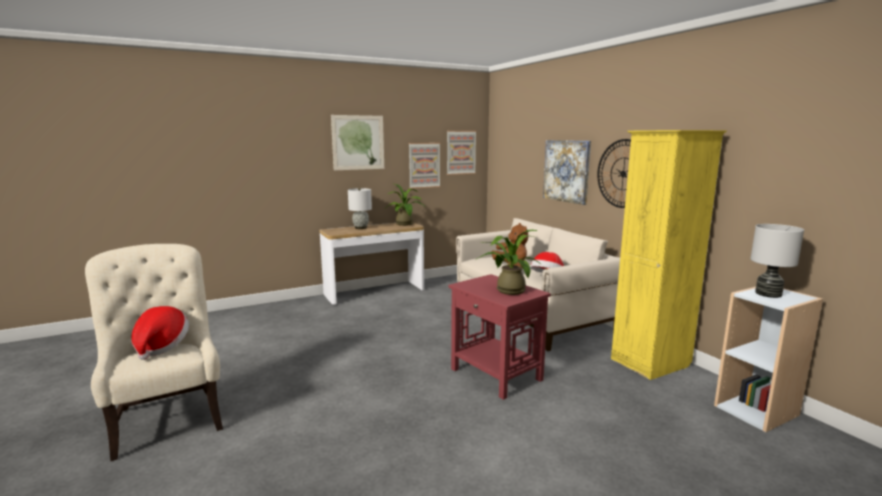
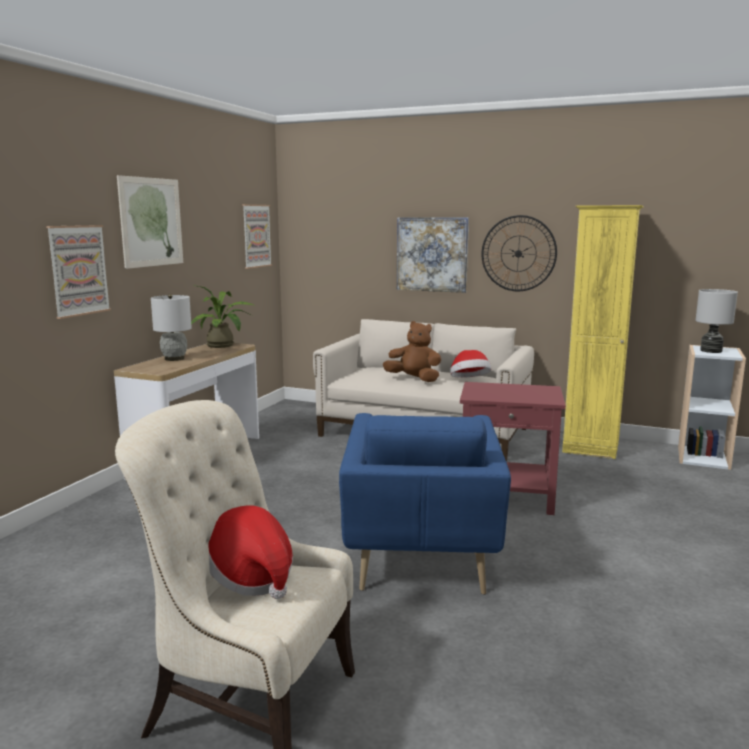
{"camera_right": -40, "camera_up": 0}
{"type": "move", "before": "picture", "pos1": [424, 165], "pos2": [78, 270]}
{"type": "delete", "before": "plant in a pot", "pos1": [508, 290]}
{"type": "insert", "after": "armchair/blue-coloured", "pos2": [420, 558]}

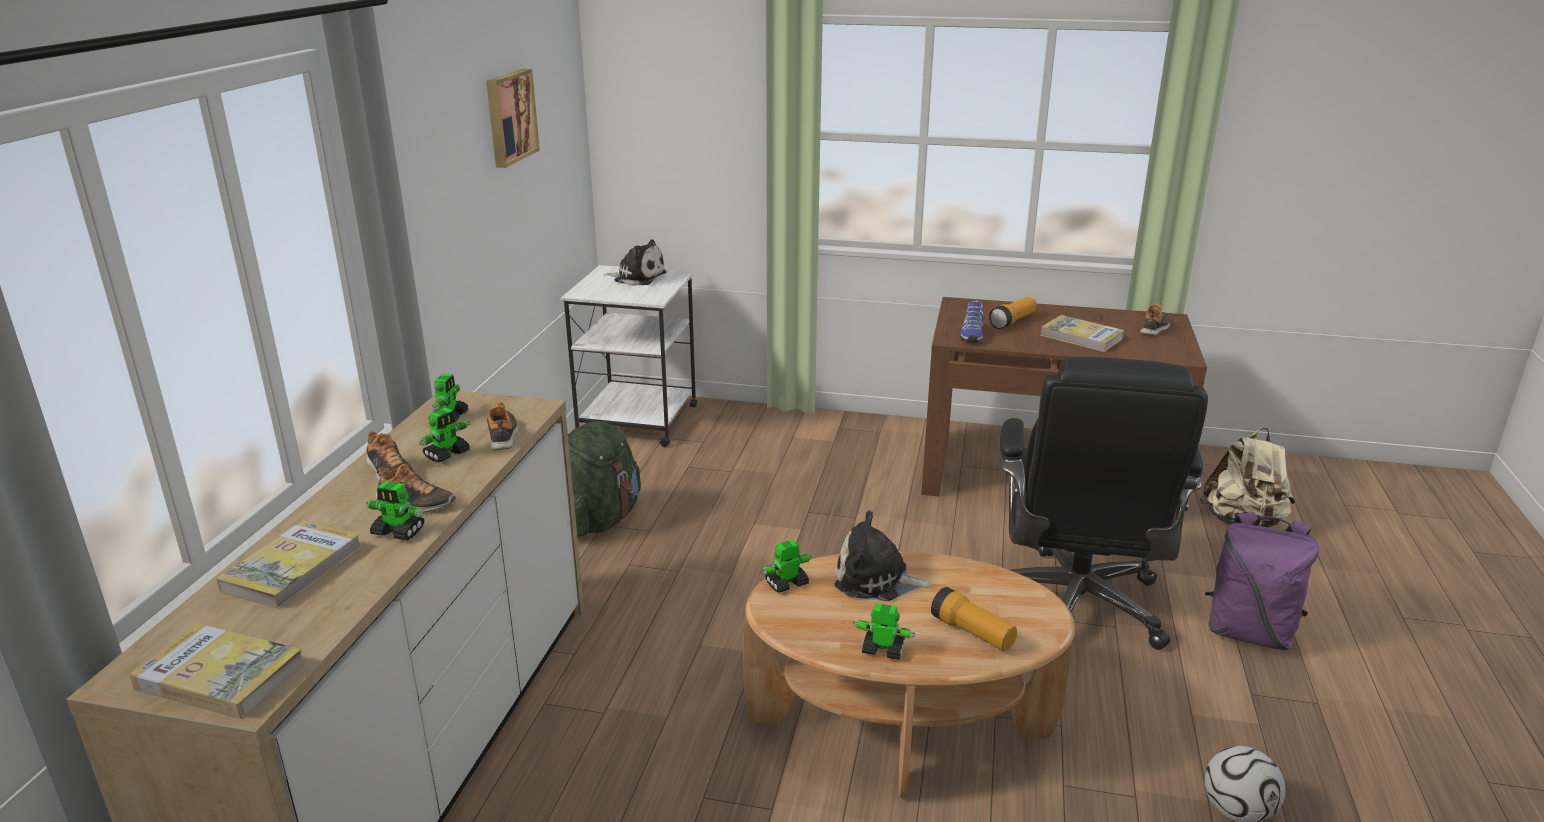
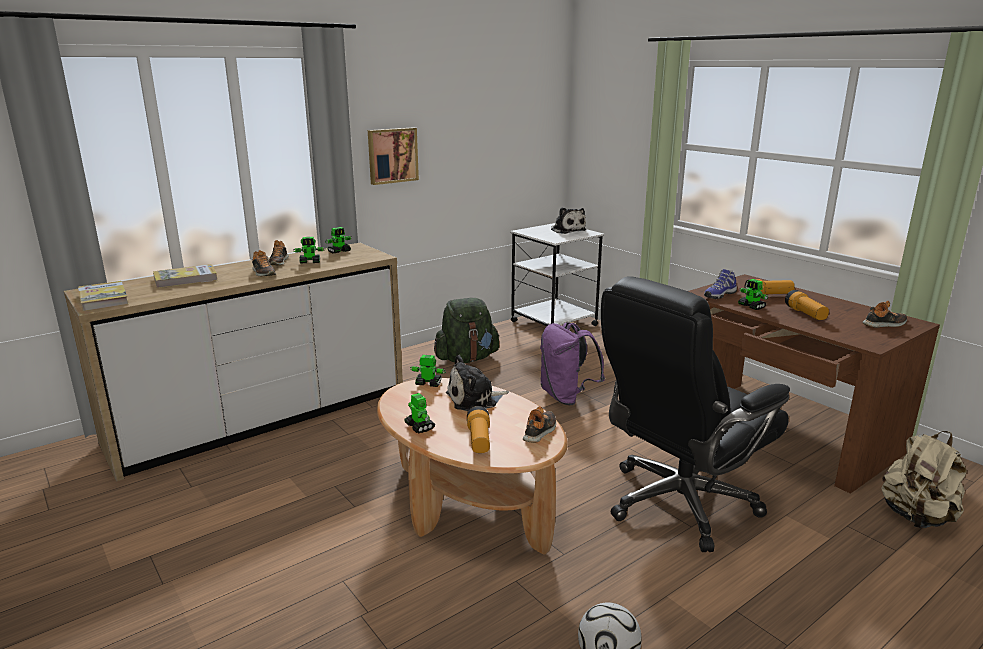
{"camera_right": 40, "camera_up": -5}
{"type": "move", "before": "model robot", "pos1": [399, 532], "pos2": [751, 306]}
{"type": "move", "before": "picture", "pos1": [509, 117], "pos2": [392, 155]}
{"type": "move", "before": "low shoe", "pos1": [503, 435], "pos2": [540, 431]}
{"type": "rotate", "before": "soft toy", "pos1": [876, 580], "pos2": [474, 399], "turn": -75}
{"type": "replace", "before": "volume", "after": "torch", "pos1": [1081, 337], "pos2": [805, 314]}
{"type": "move", "before": "knapsack/purplish", "pos1": [1248, 632], "pos2": [566, 397]}

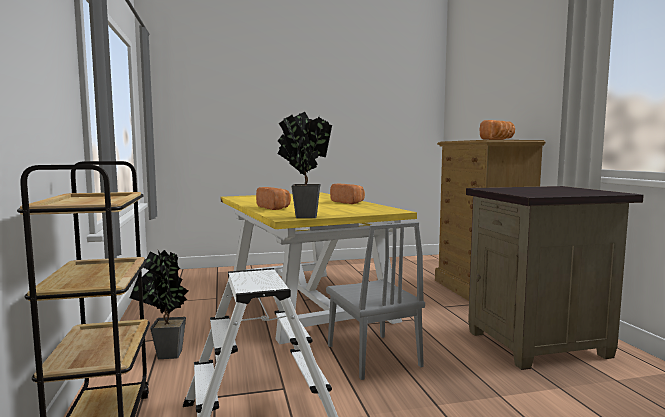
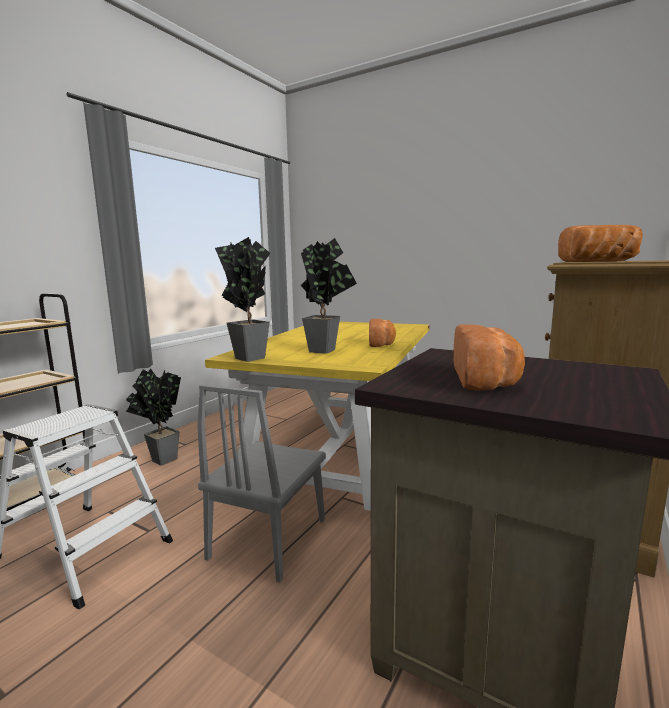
{"camera_right": 45, "camera_up": 5}
{"type": "move", "before": "baked bread", "pos1": [275, 208], "pos2": [486, 380]}
{"type": "insert", "after": "plant in a pot", "pos2": [326, 350]}

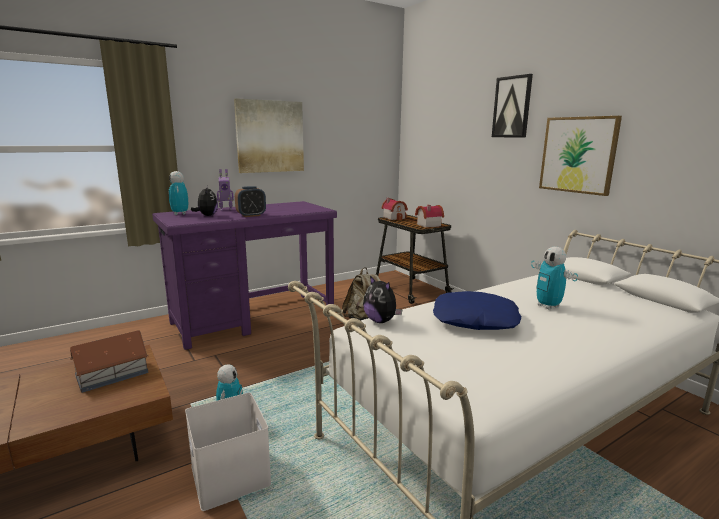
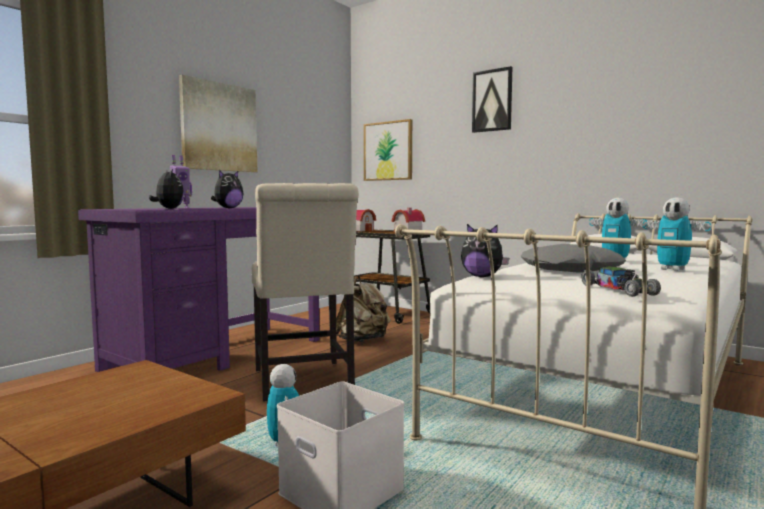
{"camera_right": -20, "camera_up": -10}
{"type": "delete", "before": "model house", "pos1": [111, 374]}
{"type": "move", "before": "model robot", "pos1": [180, 214], "pos2": [672, 269]}
{"type": "replace", "before": "table clock", "after": "soft toy", "pos1": [251, 215], "pos2": [228, 208]}
{"type": "recolor", "before": "throw pillow/blue-coloured", "after": "throw pillow/grey", "pos1": [474, 320], "pos2": [570, 270]}
{"type": "move", "before": "picture", "pos1": [578, 155], "pos2": [388, 151]}
{"type": "insert", "after": "chair/beige", "pos2": [302, 383]}
{"type": "insert", "after": "toy car", "pos2": [618, 290]}

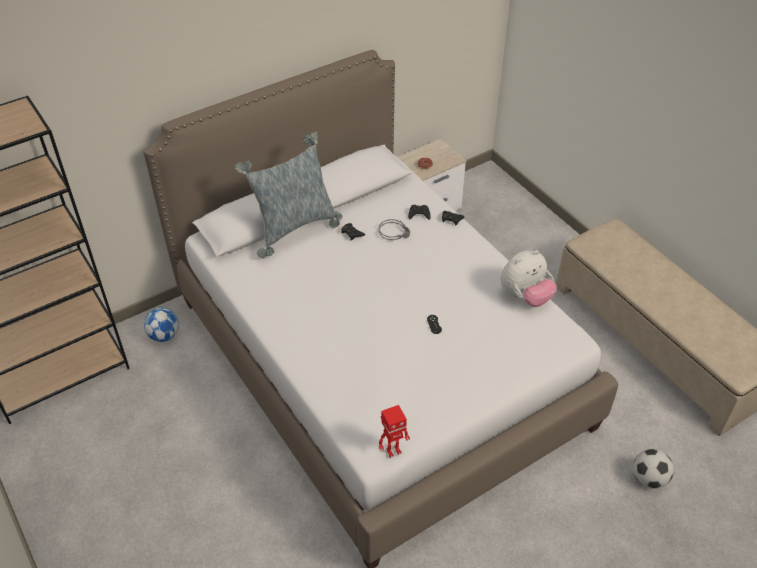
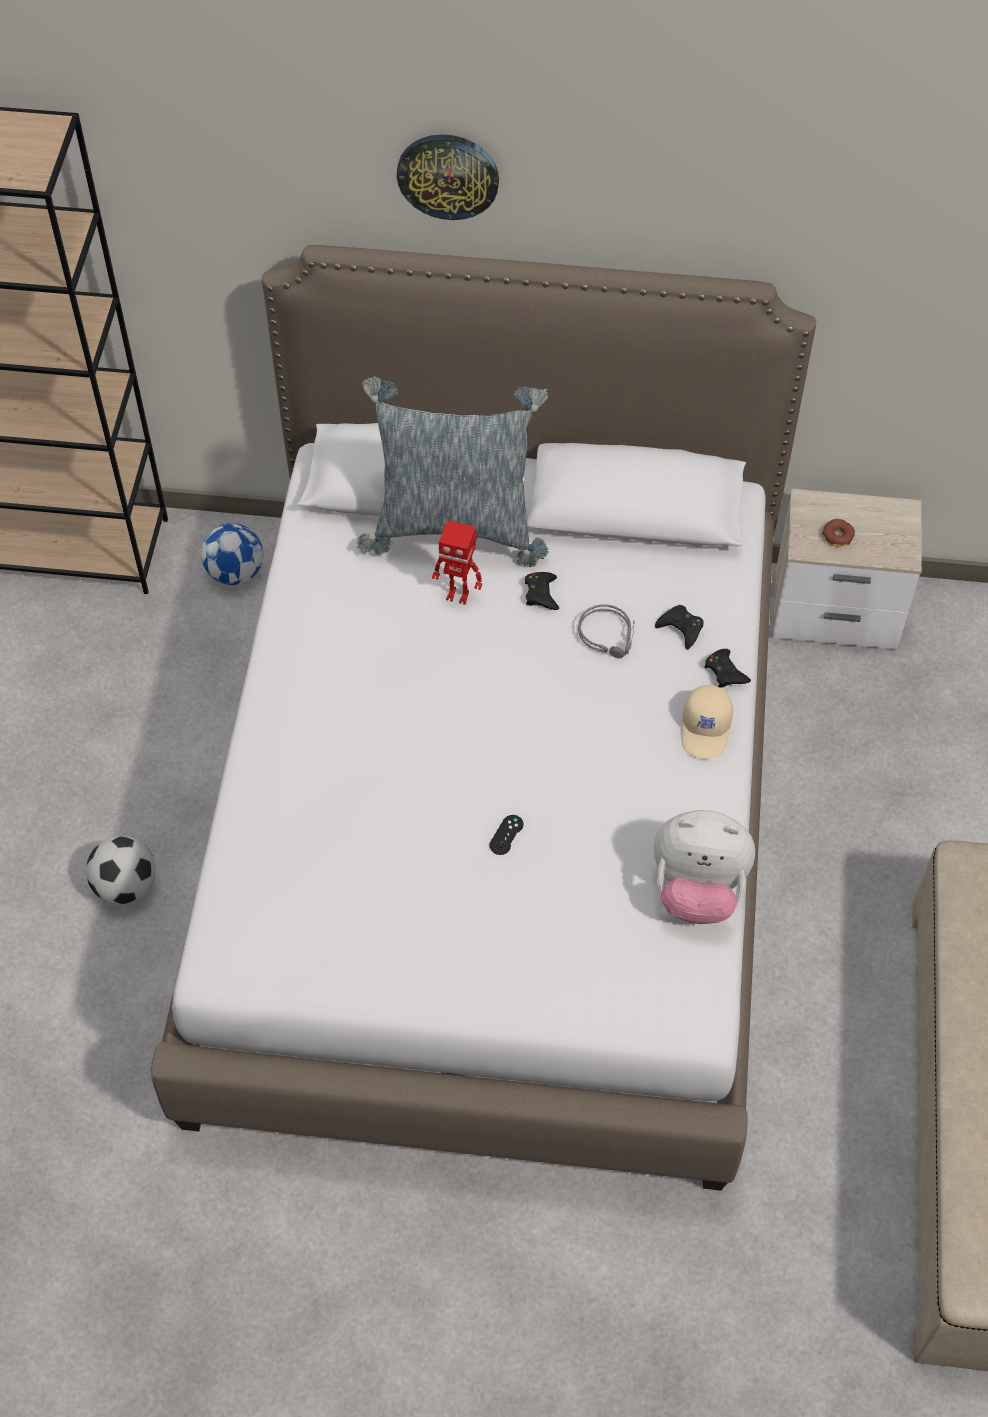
{"camera_right": 40, "camera_up": 10}
{"type": "move", "before": "model robot", "pos1": [393, 450], "pos2": [458, 595]}
{"type": "move", "before": "football ball", "pos1": [648, 478], "pos2": [126, 886]}
{"type": "insert", "after": "hanging clock", "pos2": [448, 175]}
{"type": "insert", "after": "peaked cap/beige", "pos2": [706, 729]}

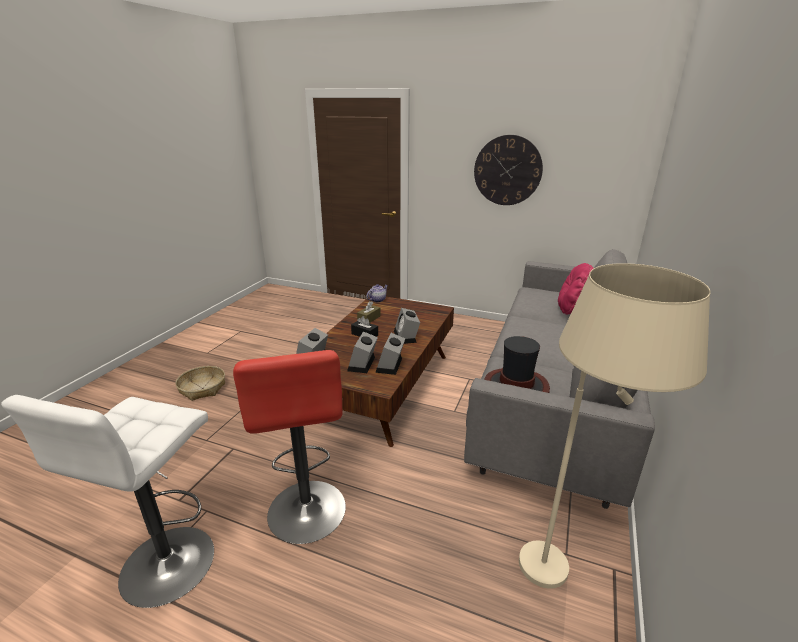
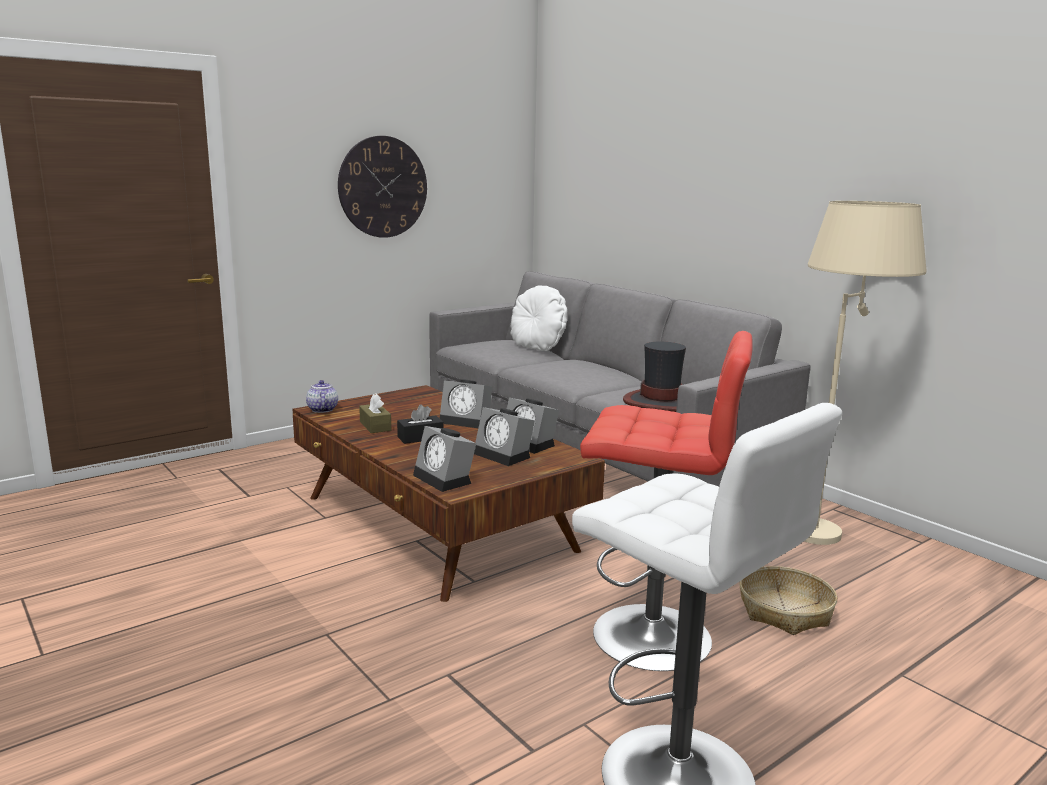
{"camera_right": -60, "camera_up": -10}
{"type": "move", "before": "basket", "pos1": [203, 388], "pos2": [785, 611]}
{"type": "recolor", "before": "throw pillow/pink", "after": "throw pillow/whitish", "pos1": [571, 310], "pos2": [538, 348]}

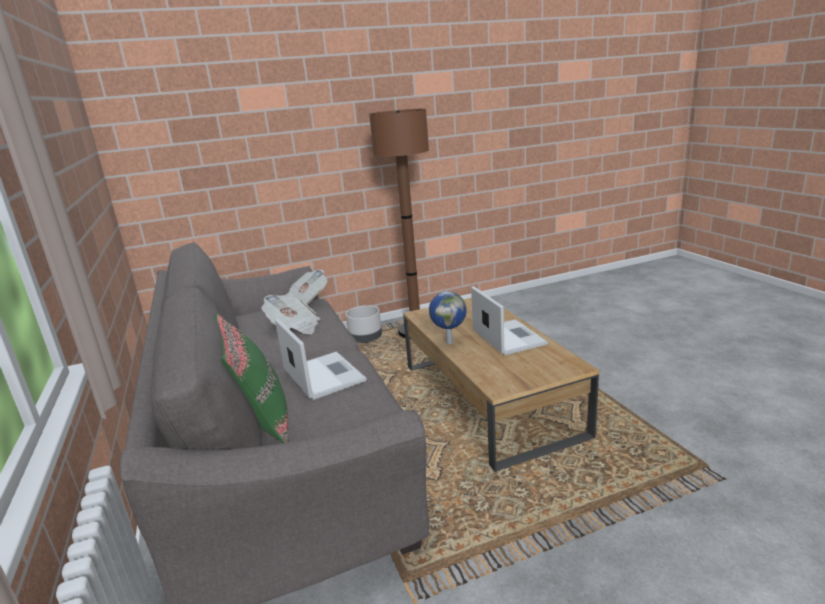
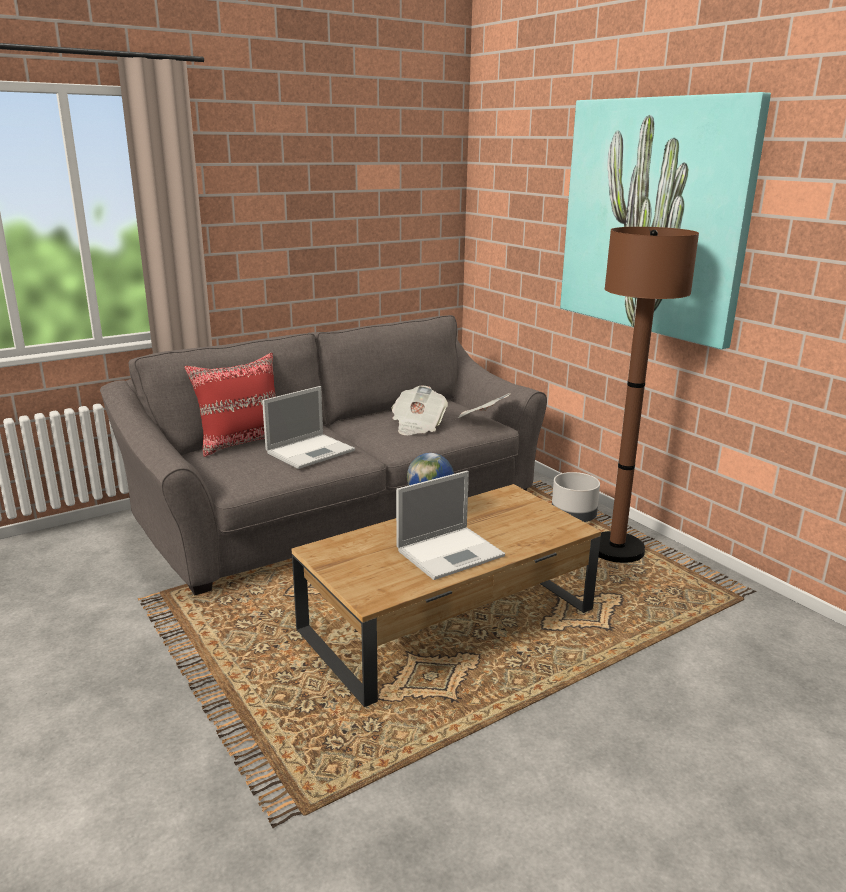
{"camera_right": 75, "camera_up": 0}
{"type": "recolor", "before": "throw pillow/green-coloured", "after": "throw pillow/red-coloured", "pos1": [260, 421], "pos2": [242, 443]}
{"type": "insert", "after": "picture", "pos2": [654, 217]}

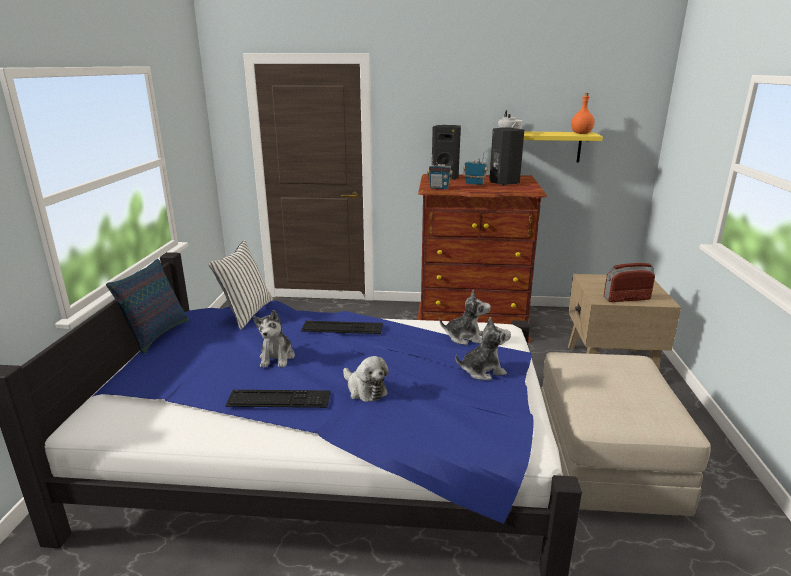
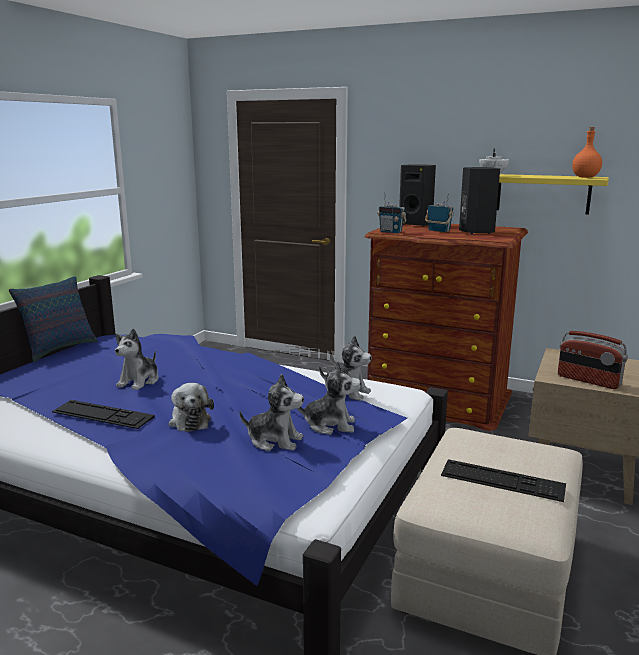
{"camera_right": 20, "camera_up": -5}
{"type": "delete", "before": "throw pillow/whitish", "pos1": [246, 313]}
{"type": "move", "before": "keyboard", "pos1": [342, 328], "pos2": [502, 480]}
{"type": "rotate", "before": "radio receiver", "pos1": [626, 298], "pos2": [588, 381], "turn": -150}
{"type": "insert", "after": "soft toy", "pos2": [274, 441]}

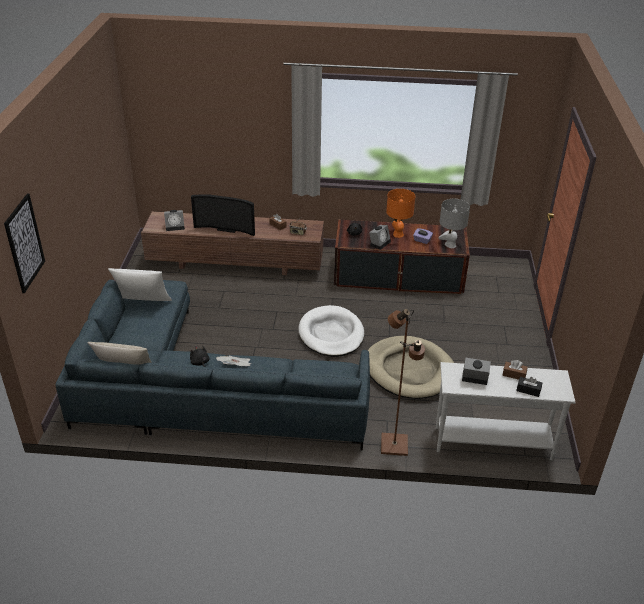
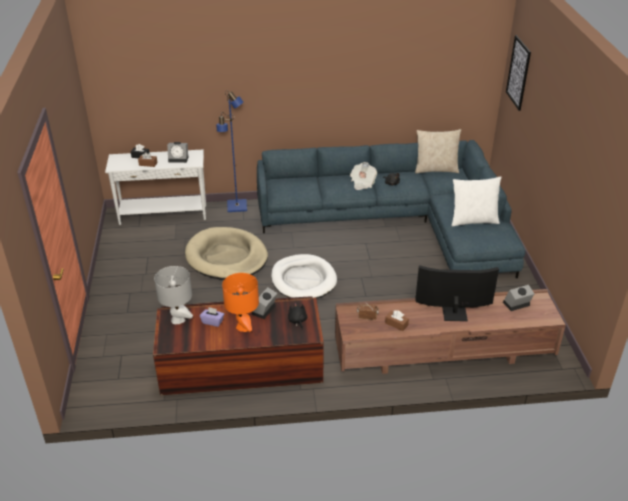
{"camera_right": 170, "camera_up": 0}
{"type": "recolor", "before": "standing lamp/brown-coloured", "after": "standing lamp/blue-coloured", "pos1": [394, 445], "pos2": [237, 206]}

